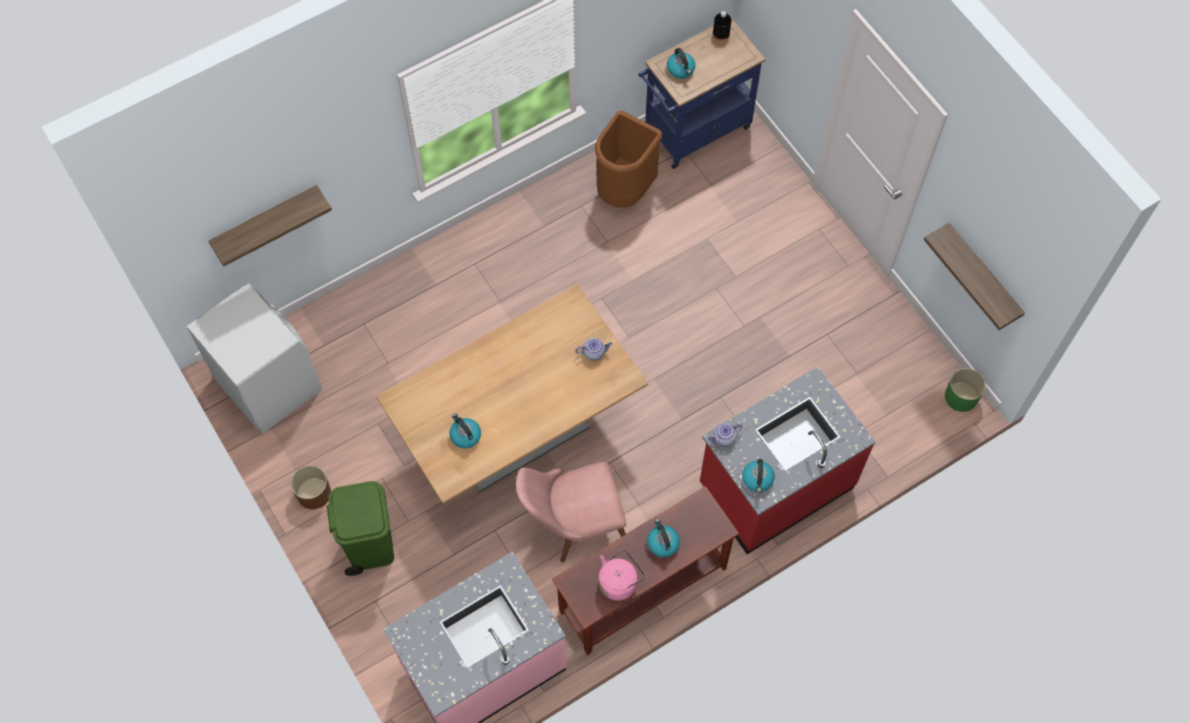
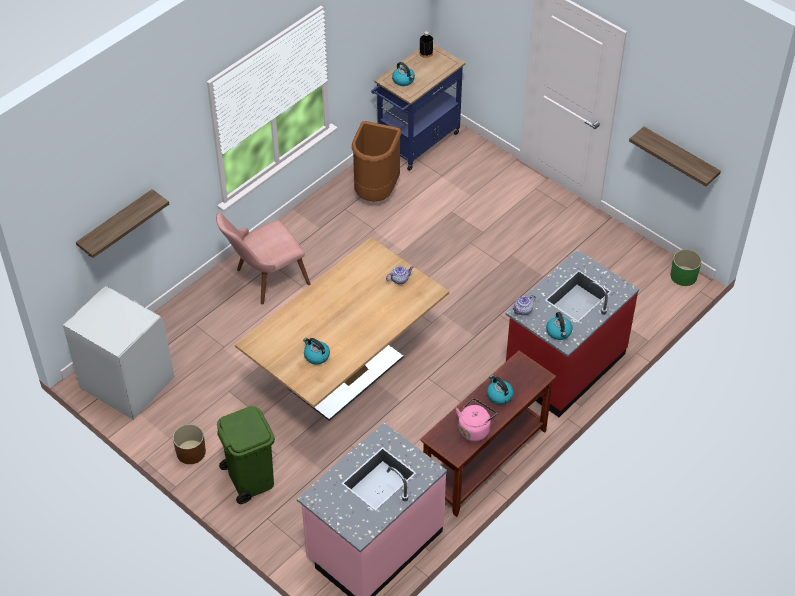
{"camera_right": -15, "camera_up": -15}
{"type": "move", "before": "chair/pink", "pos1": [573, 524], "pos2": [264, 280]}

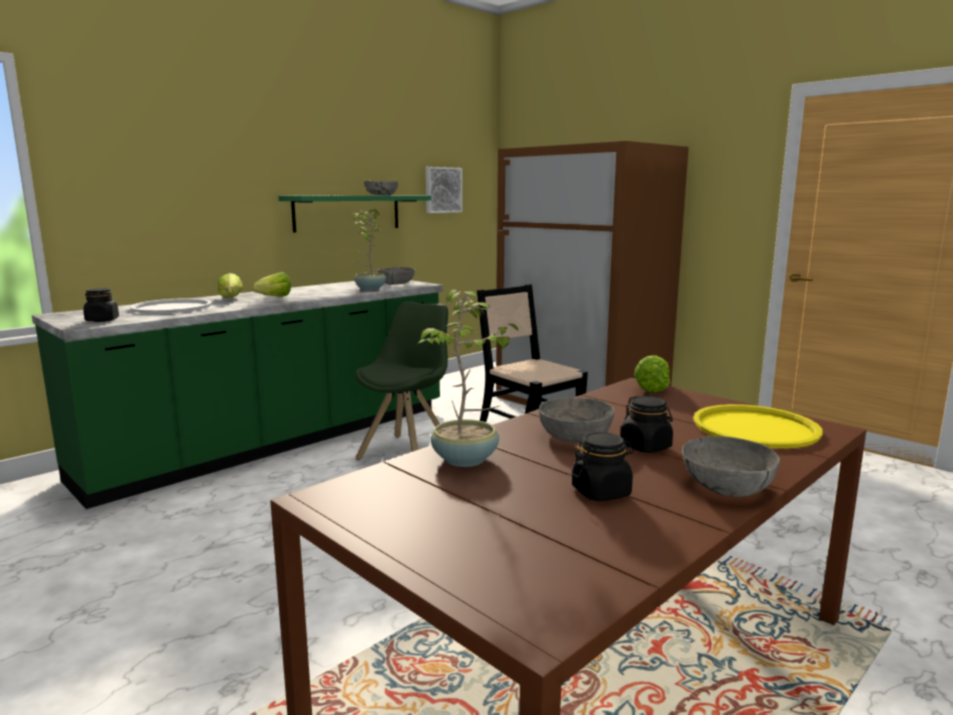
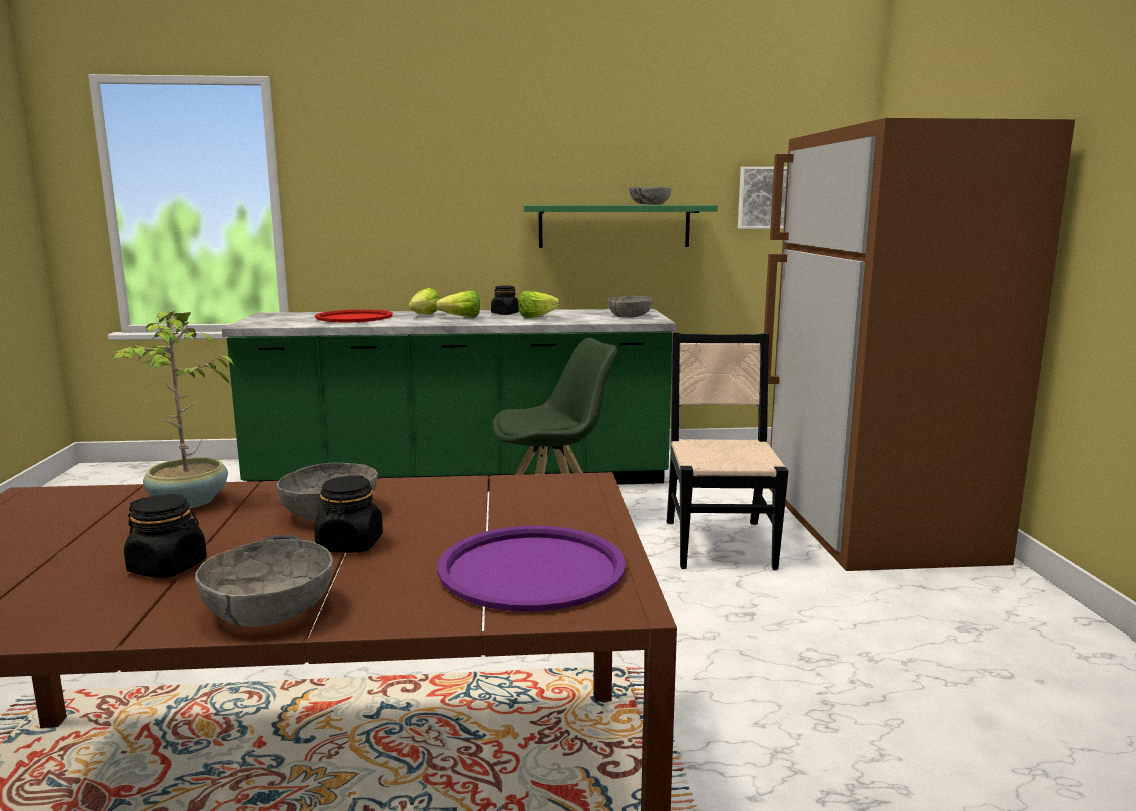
{"camera_right": 40, "camera_up": 0}
{"type": "move", "before": "jar/blackish", "pos1": [102, 320], "pos2": [505, 313]}
{"type": "recolor", "before": "serving tray/whitish", "after": "serving tray/red-coloured", "pos1": [172, 307], "pos2": [354, 317]}
{"type": "delete", "before": "plant in a pot", "pos1": [369, 289]}
{"type": "move", "before": "head of lettuce", "pos1": [654, 386], "pos2": [540, 317]}
{"type": "recolor", "before": "serving tray/yellow-coloured", "after": "serving tray/purplish", "pos1": [755, 428], "pos2": [531, 569]}

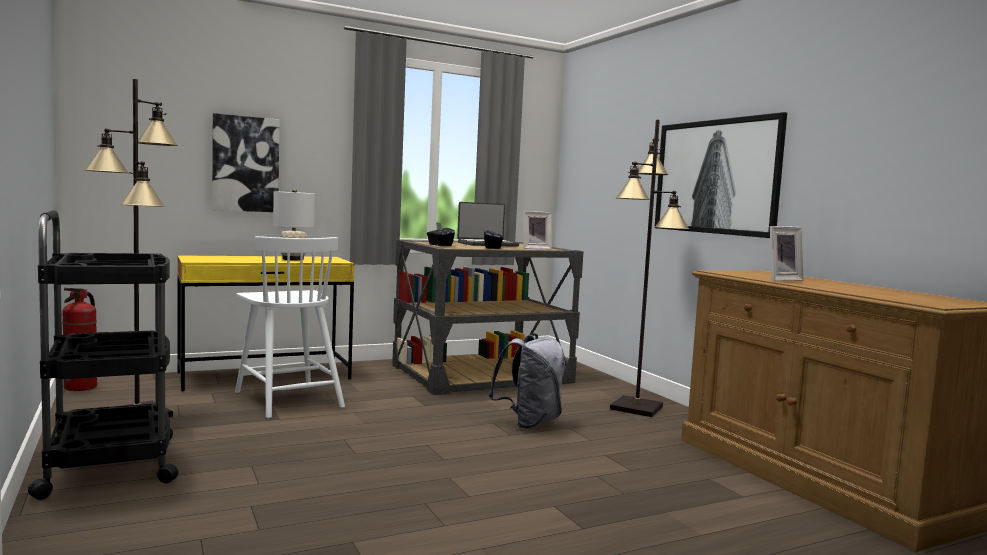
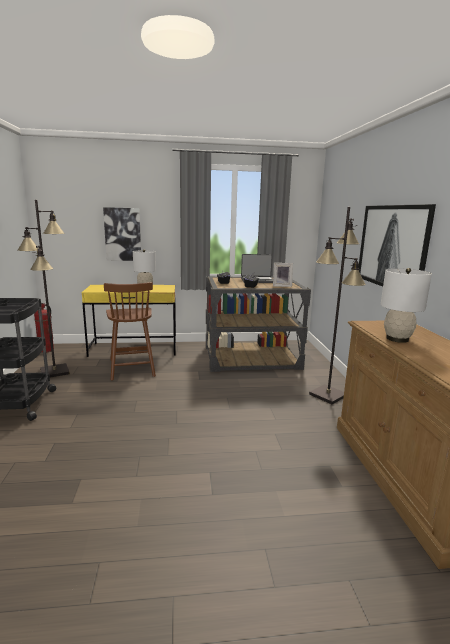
{"camera_right": 20, "camera_up": 10}
{"type": "recolor", "before": "chair/whitish", "after": "chair/brown-coloured", "pos1": [288, 399], "pos2": [132, 367]}
{"type": "delete", "before": "knapsack/grey", "pos1": [529, 423]}
{"type": "replace", "before": "standing frame", "after": "table lamp/whitish", "pos1": [780, 280], "pos2": [397, 339]}

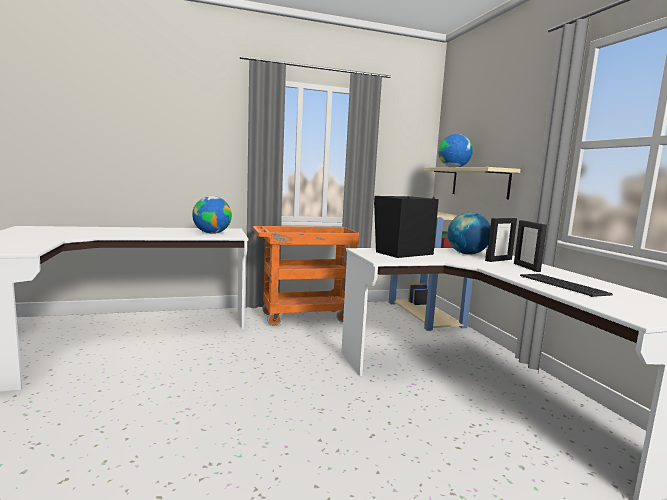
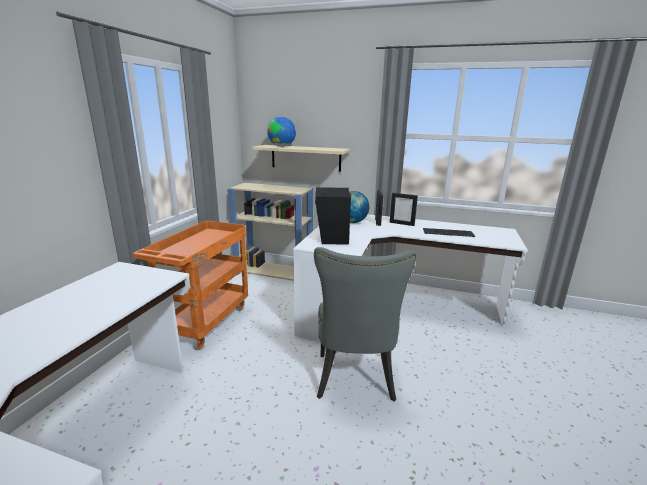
{"camera_right": -55, "camera_up": 10}
{"type": "delete", "before": "globe", "pos1": [212, 233]}
{"type": "insert", "after": "chair/grey", "pos2": [354, 378]}

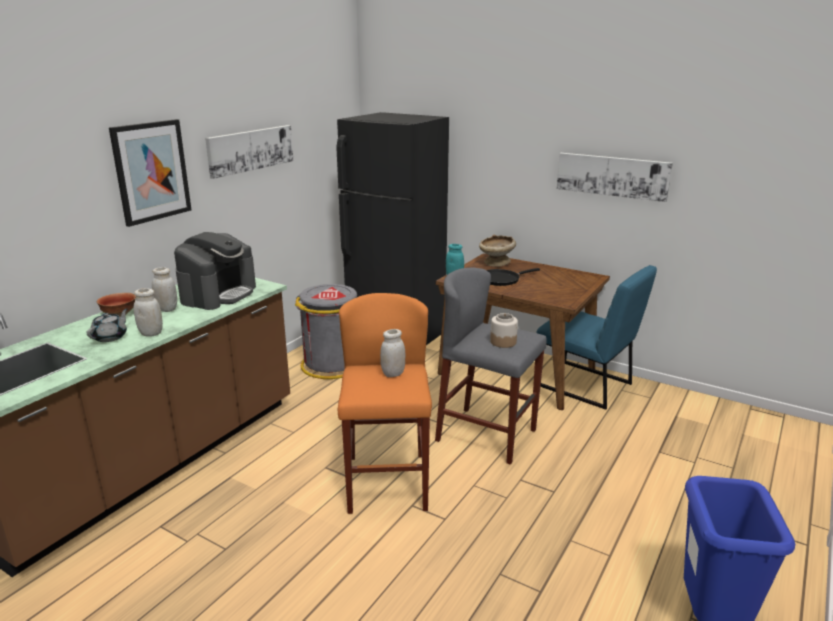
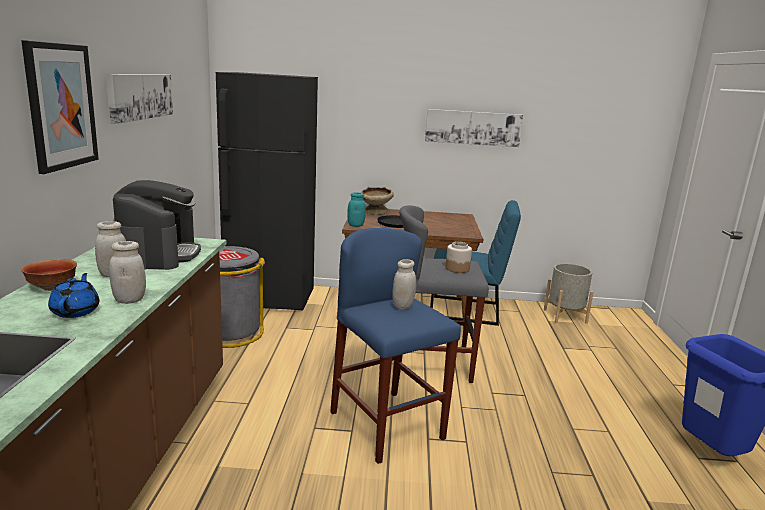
{"camera_right": -30, "camera_up": -5}
{"type": "recolor", "before": "tea pot/grey", "after": "tea pot/blue-coloured", "pos1": [110, 337], "pos2": [76, 311]}
{"type": "recolor", "before": "sitting stool/orangey", "after": "sitting stool/blue-coloured", "pos1": [387, 482], "pos2": [387, 425]}
{"type": "insert", "after": "flower pot/grey", "pos2": [565, 316]}

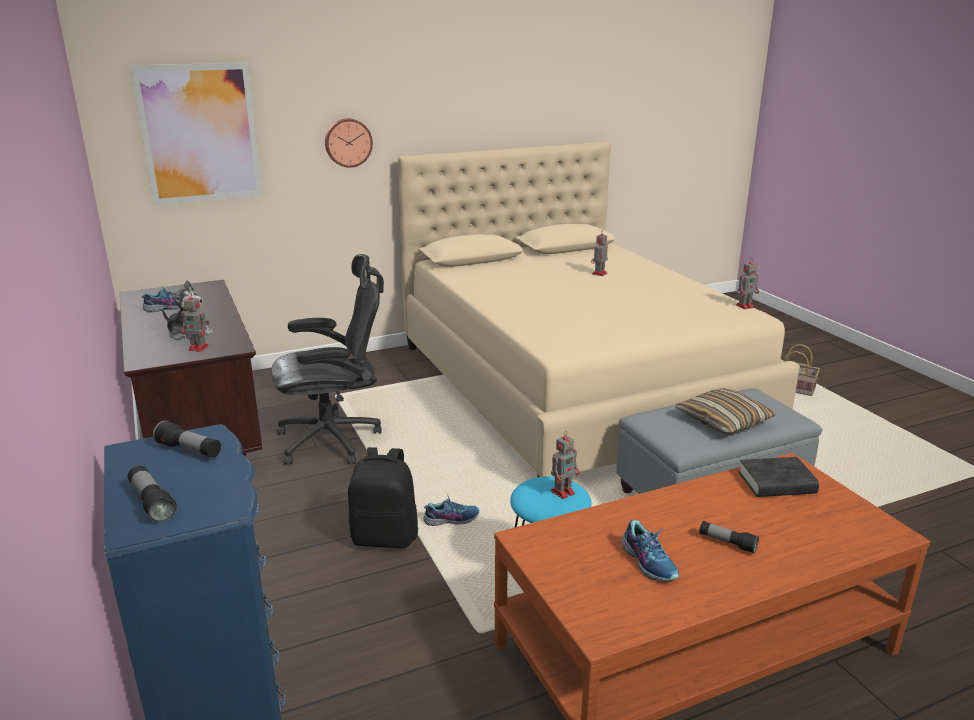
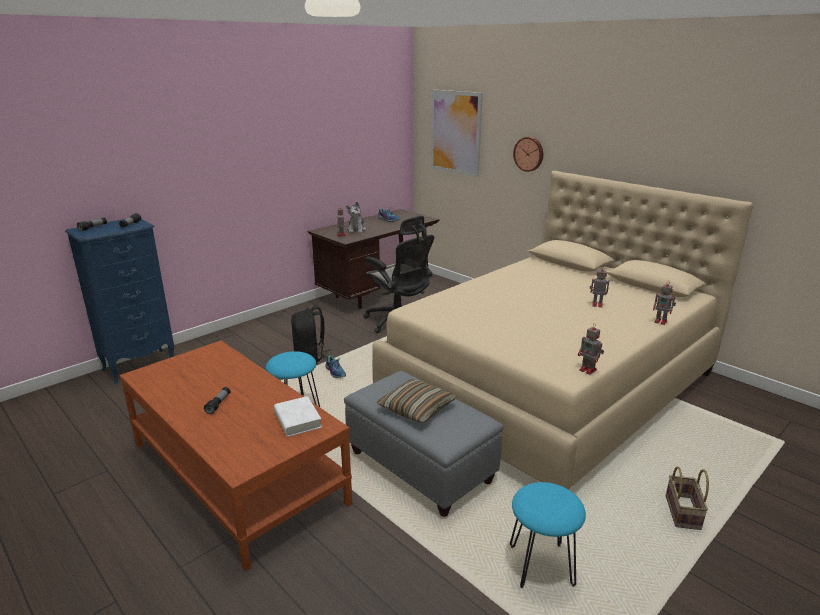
{"camera_right": 70, "camera_up": 0}
{"type": "move", "before": "model robot", "pos1": [563, 491], "pos2": [661, 321]}
{"type": "delete", "before": "low shoe", "pos1": [649, 562]}
{"type": "recolor", "before": "volume/blackish", "after": "volume/whitish", "pos1": [776, 483], "pos2": [297, 420]}
{"type": "insert", "after": "sitting stool/turquoise-coloured", "pos2": [541, 566]}

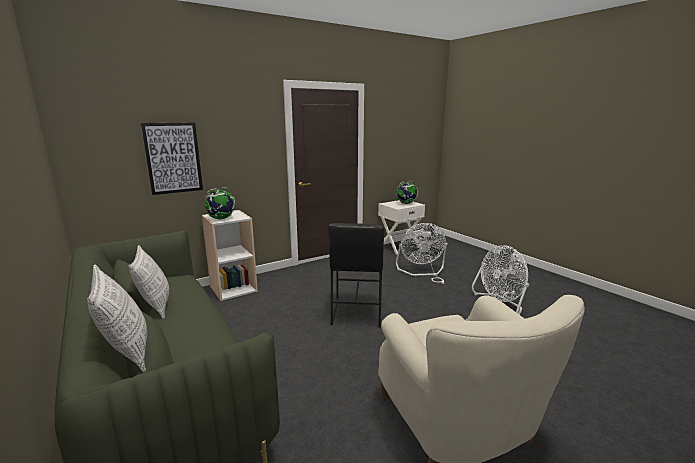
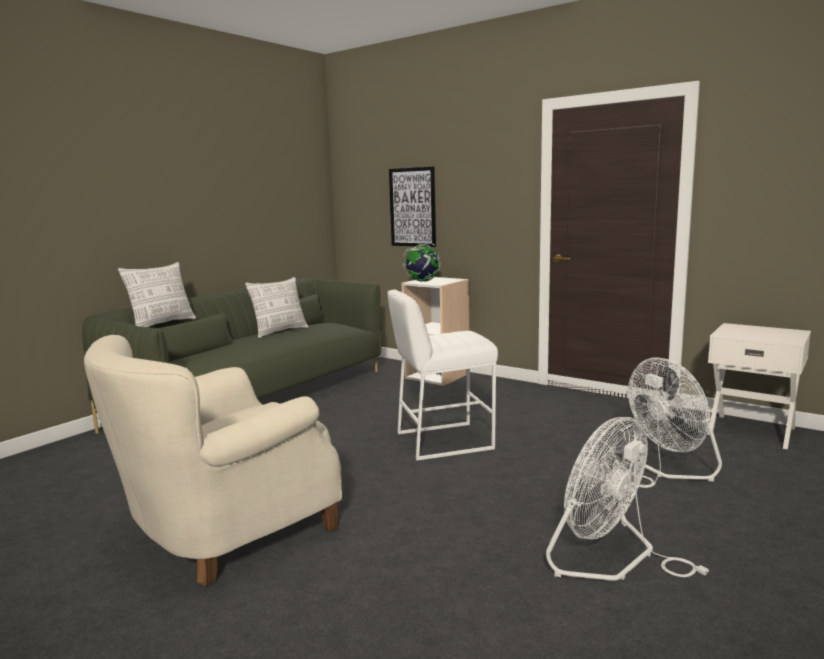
{"camera_right": 70, "camera_up": -5}
{"type": "recolor", "before": "sitting stool/blackish", "after": "sitting stool/whitish", "pos1": [356, 313], "pos2": [442, 441]}
{"type": "delete", "before": "globe", "pos1": [406, 203]}

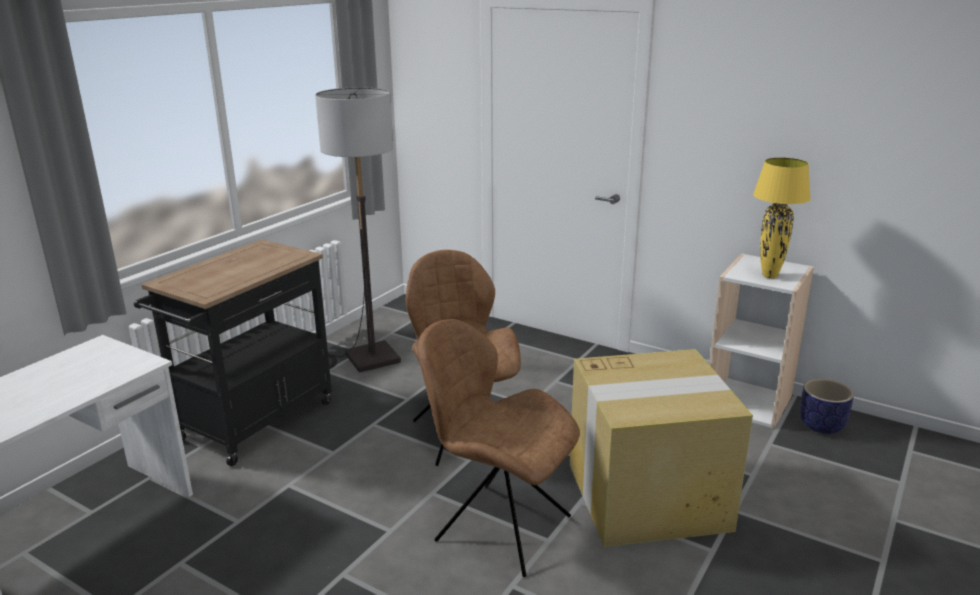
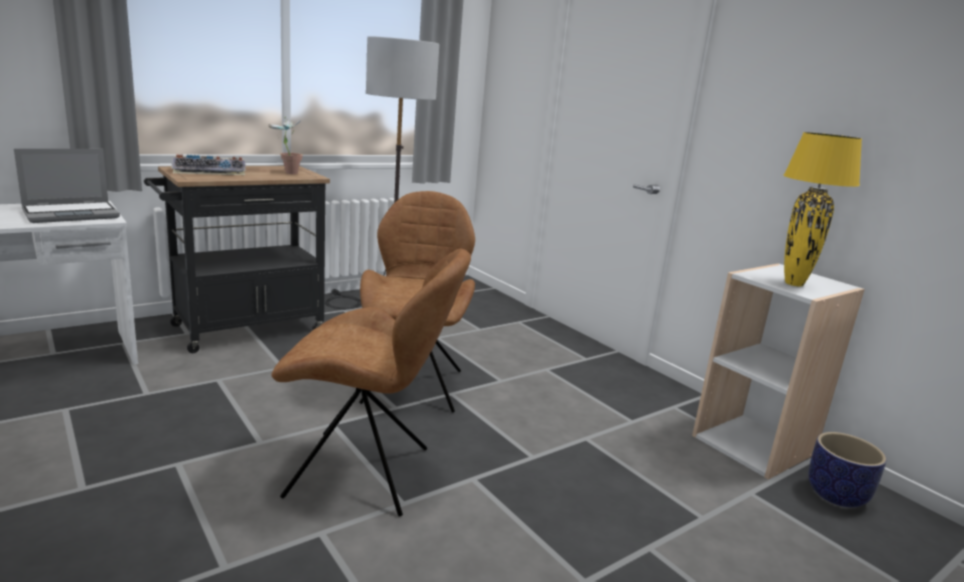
{"camera_right": 20, "camera_up": -5}
{"type": "rotate", "before": "chair/brown-coloured", "pos1": [499, 526], "pos2": [365, 473], "turn": 135}
{"type": "delete", "before": "packing box", "pos1": [649, 496]}
{"type": "insert", "after": "portable computer", "pos2": [72, 214]}
{"type": "insert", "after": "keyboard", "pos2": [211, 171]}
{"type": "insert", "after": "plant in a pot", "pos2": [286, 173]}

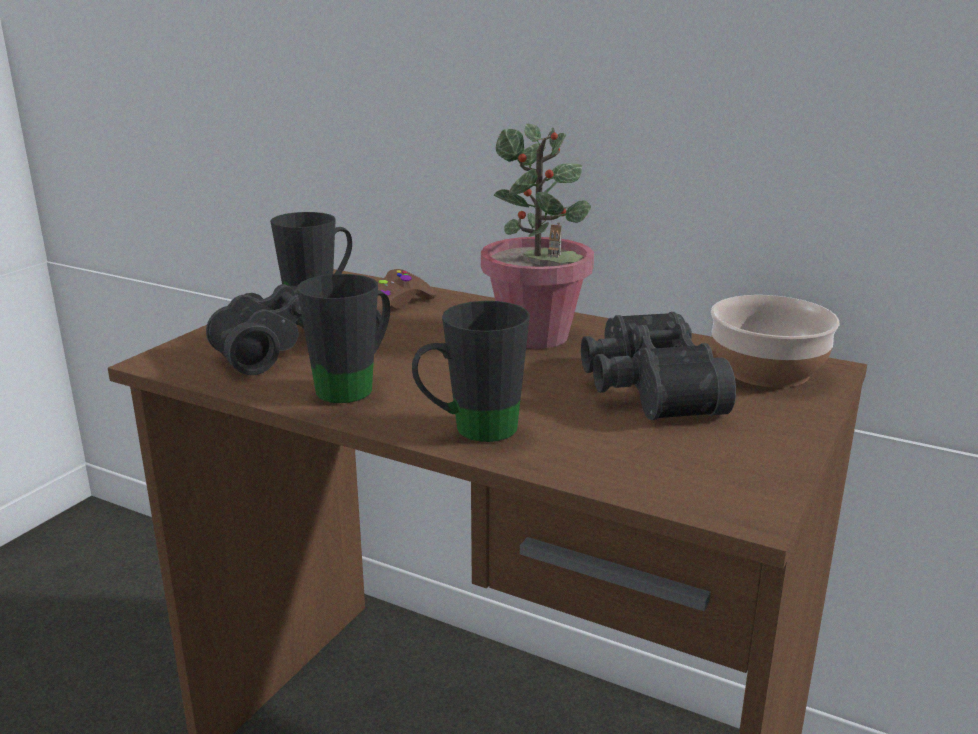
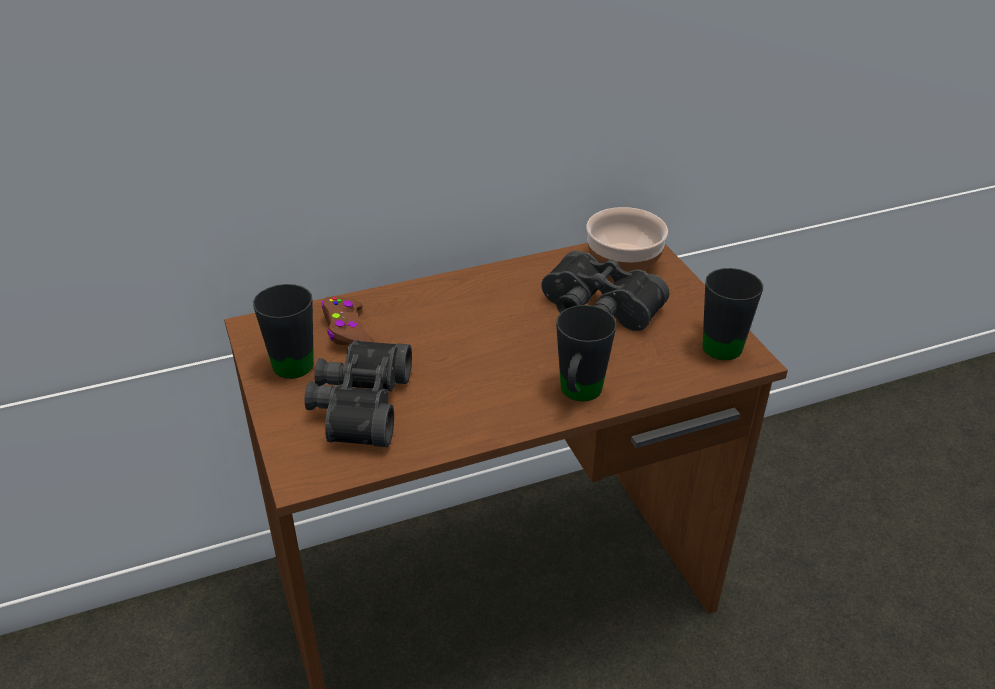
{"camera_right": -50, "camera_up": 15}
{"type": "move", "before": "coffee mug/blackish", "pos1": [355, 386], "pos2": [717, 341]}
{"type": "delete", "before": "plant in a pot", "pos1": [536, 336]}

